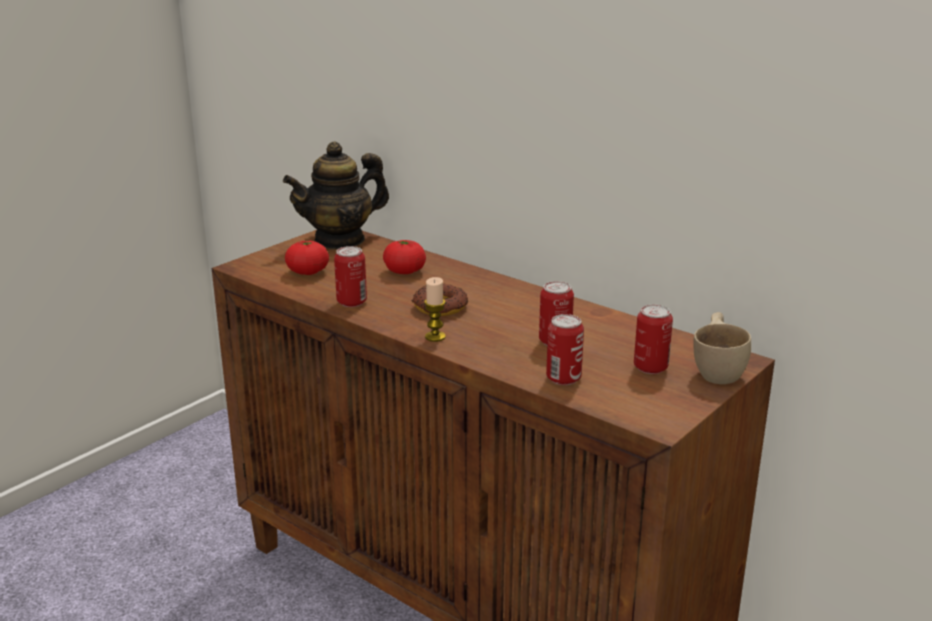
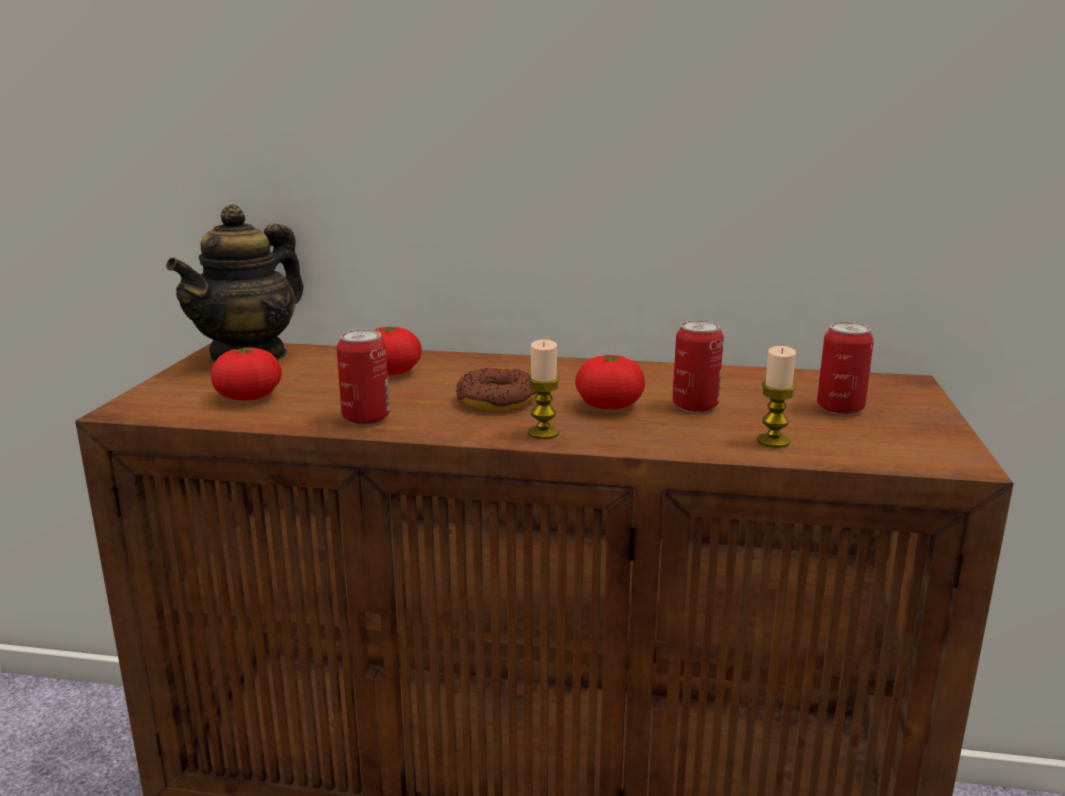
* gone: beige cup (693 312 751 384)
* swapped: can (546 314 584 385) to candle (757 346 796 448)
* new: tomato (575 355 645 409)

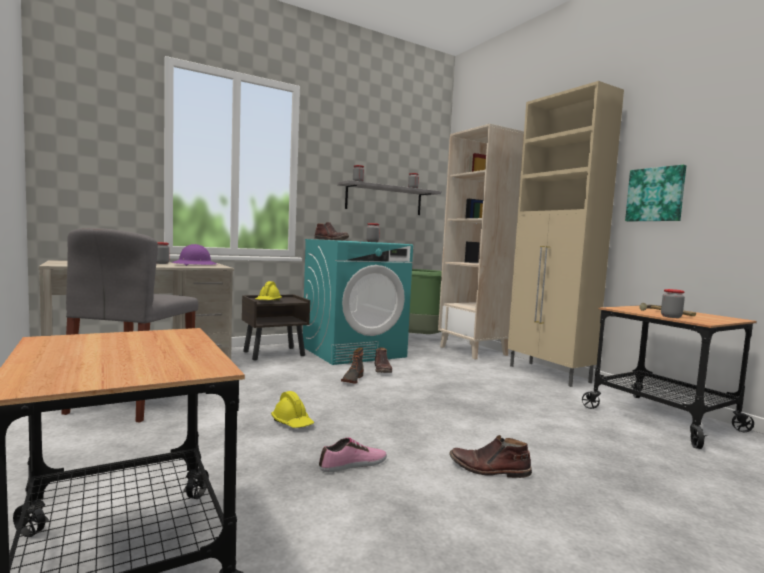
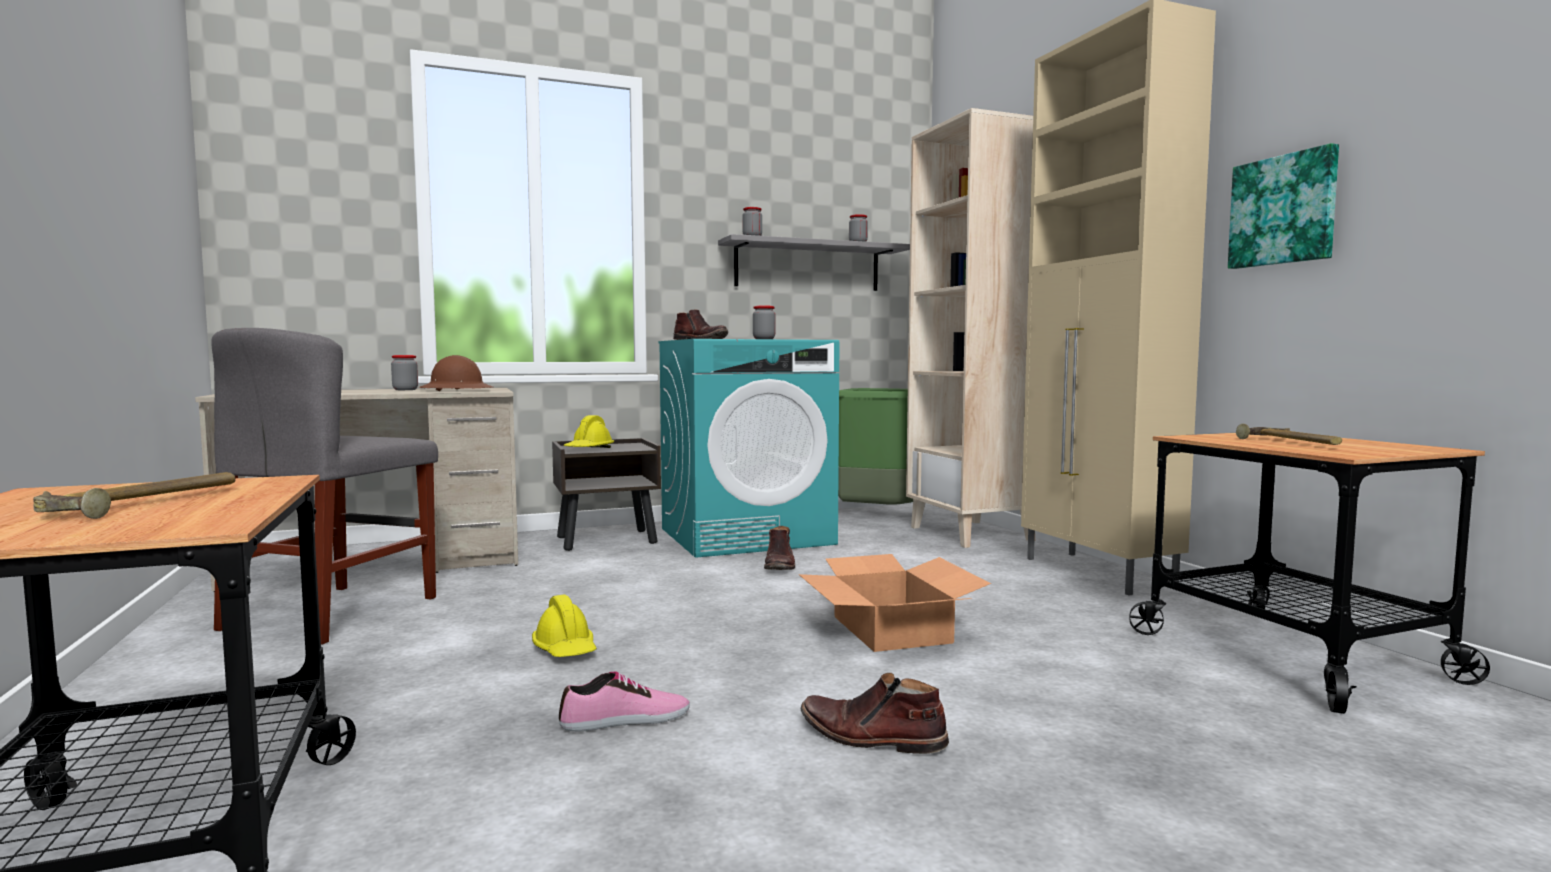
* repainted: purple hard hat (172 244 217 266) to brown hard hat (419 355 493 391)
* gone: jar (661 289 685 318)
* gone: boot (341 348 363 384)
* new: hammer (33 472 235 519)
* new: cardboard box (799 554 991 652)

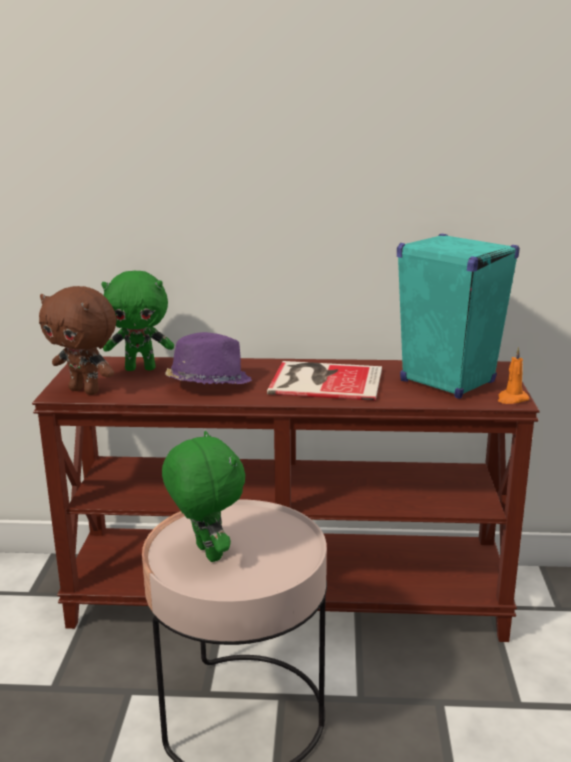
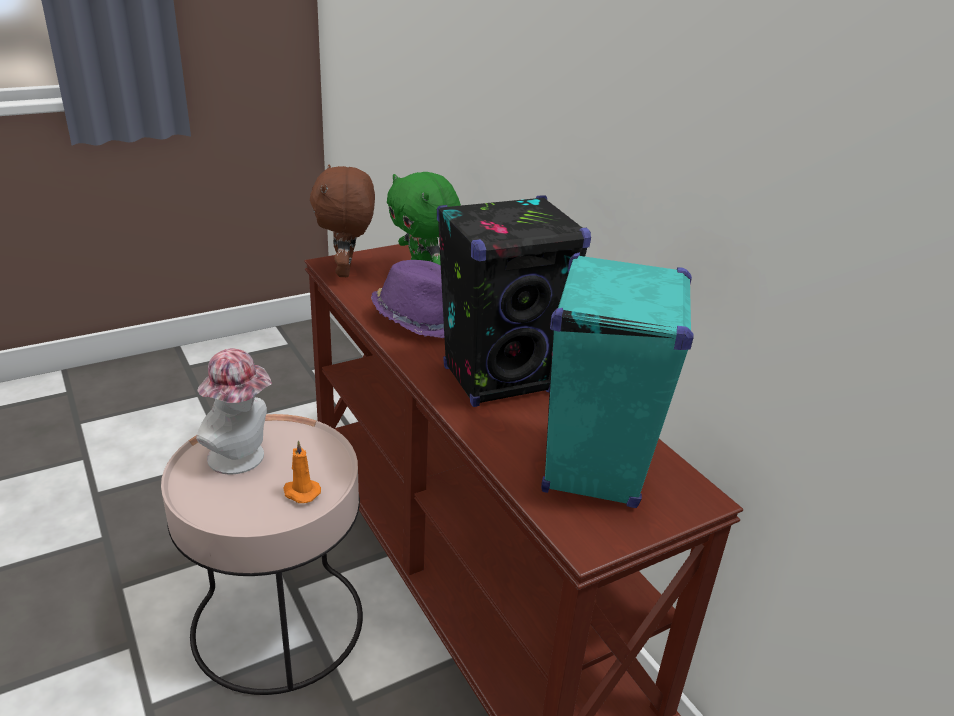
* shifted: orange candle (498 347 530 404) to (284 441 321 503)
* swapped: book (267 361 382 401) to black speaker (437 195 591 407)
* swapped: green plush toy (162 431 245 562) to hat (196 349 272 474)

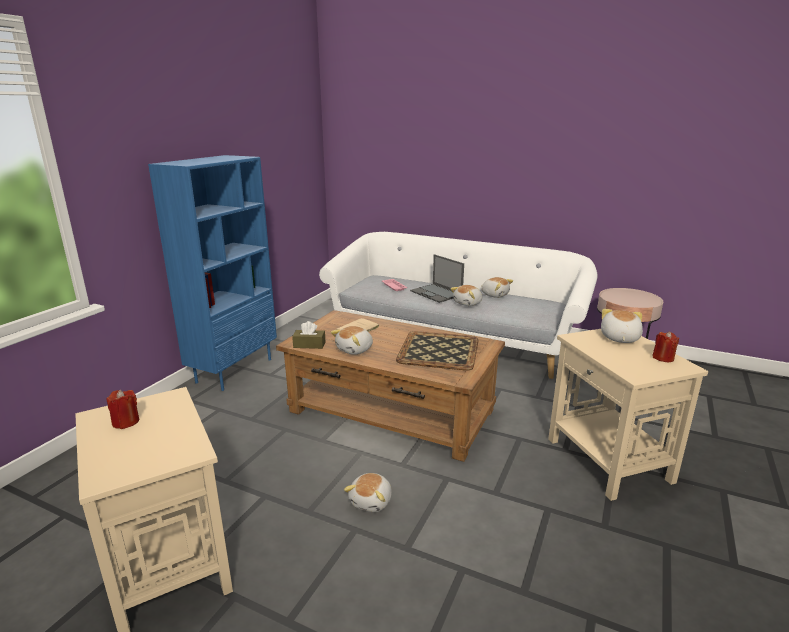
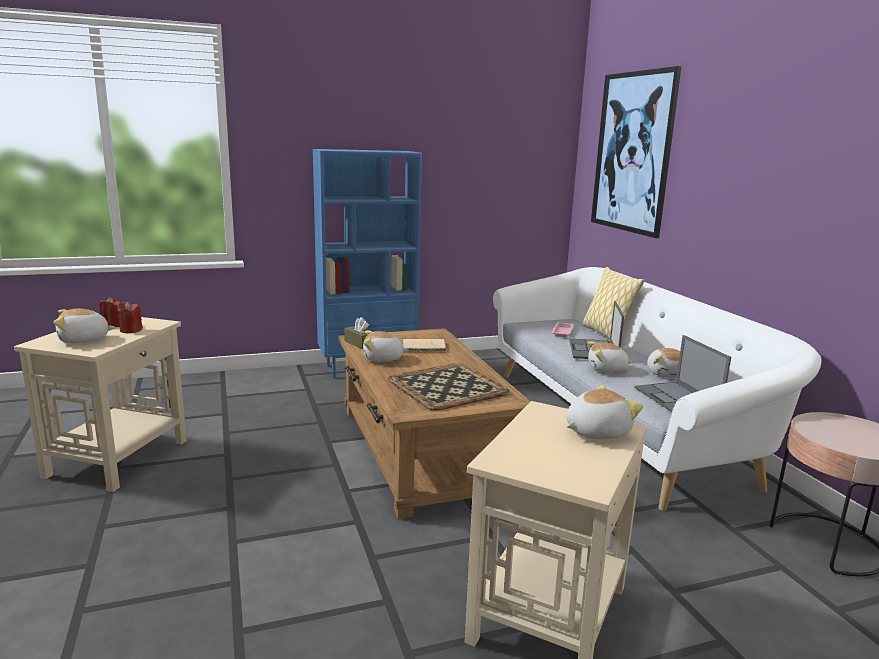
* shifted: red candle (652 332 679 362) to (117 302 143 333)
* shifted: plush toy (344 473 392 512) to (53 309 116 343)
* new: picture (591 66 681 238)
* new: pillow (582 267 644 339)
* new: laptop (634 335 731 412)

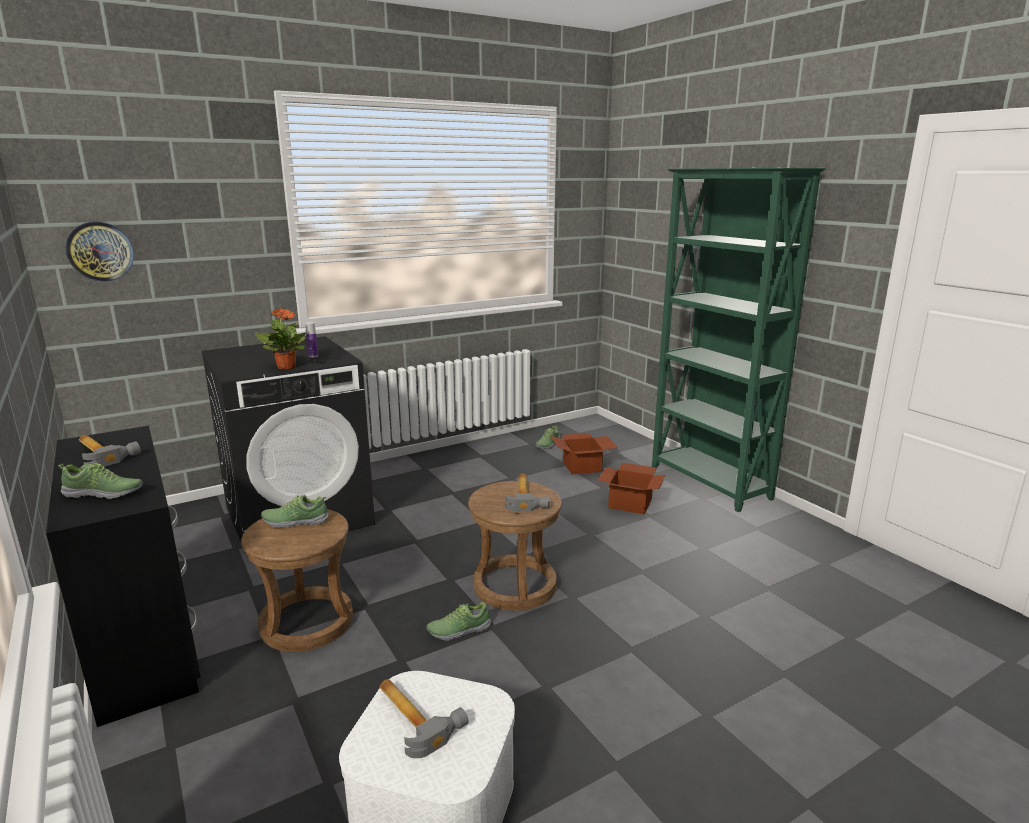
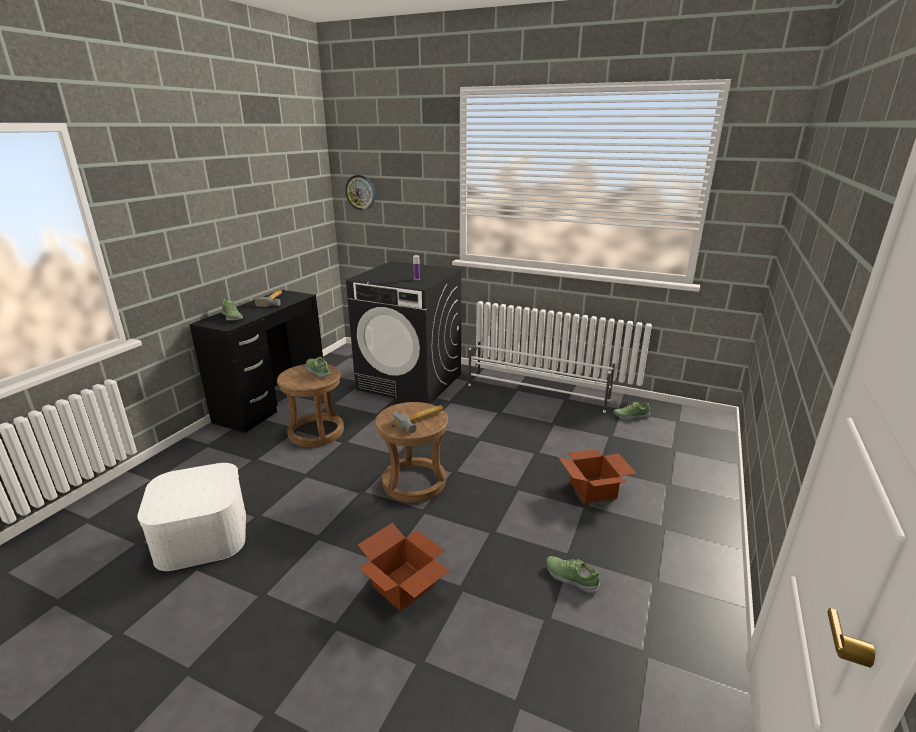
* gone: green bookcase (652 168 826 512)
* gone: potted plant (254 308 306 369)
* shifted: cardboard box (551 433 618 474) to (358 523 450 611)
* shifted: shoe (427 602 491 641) to (546 556 601 593)
* gone: hammer (380 679 469 758)
* new: white shoe rack (468 339 615 413)

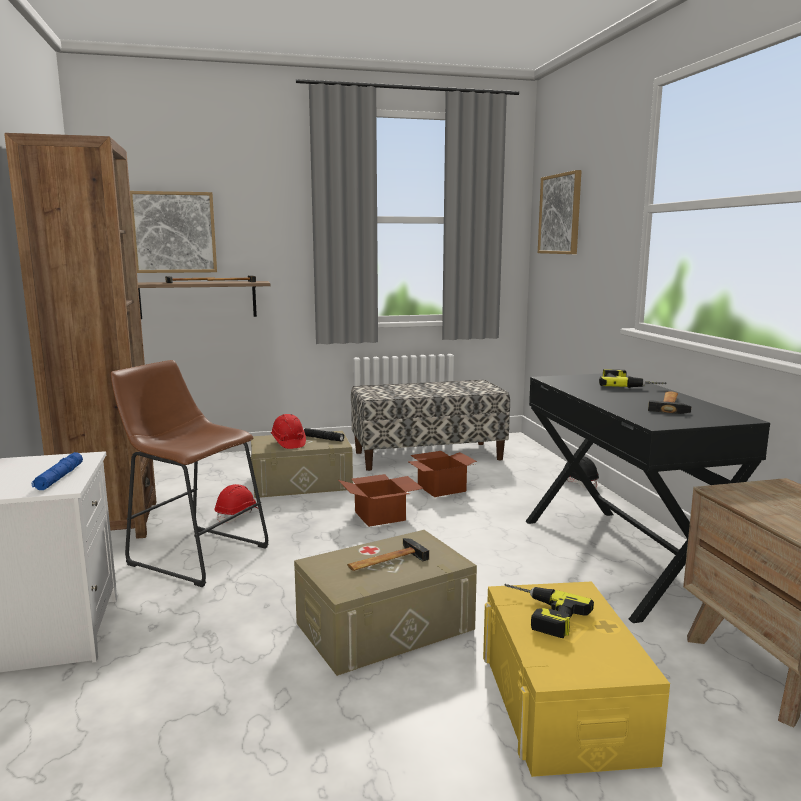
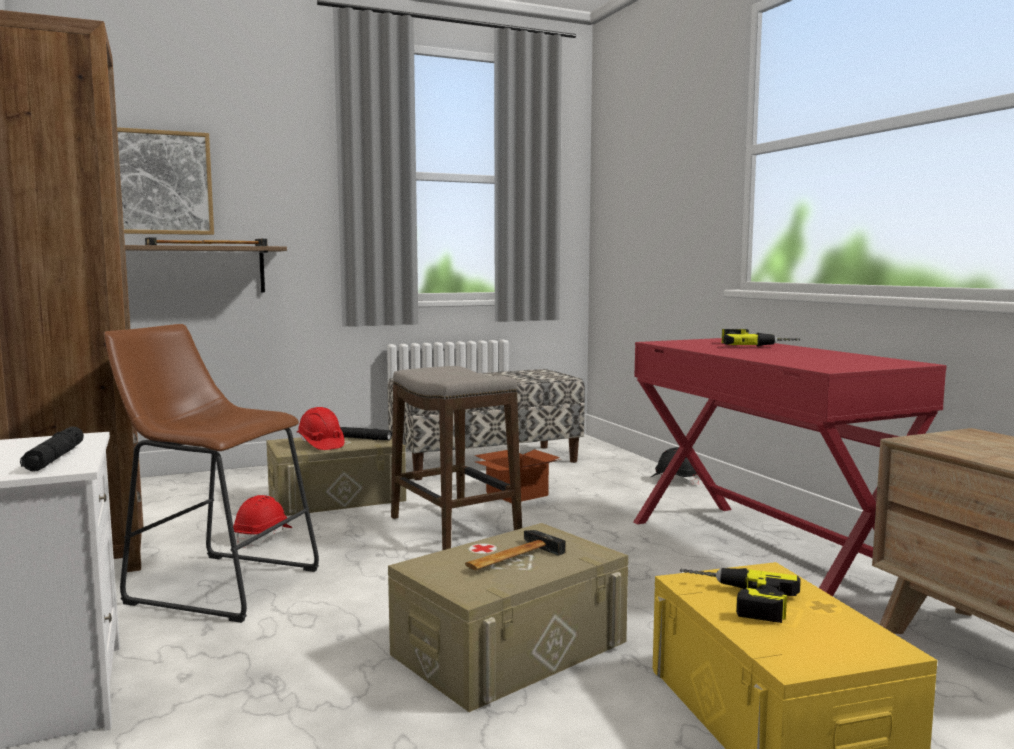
* gone: picture (538 170 582 254)
* repainted: black desk (525 373 770 623) to red desk (633 338 947 596)
* gone: hammer (648 391 692 414)
* repainted: blue flashlight (32 452 83 490) to black flashlight (20 426 84 471)
* swapped: cardboard box (338 474 424 527) to stool (391 366 522 550)

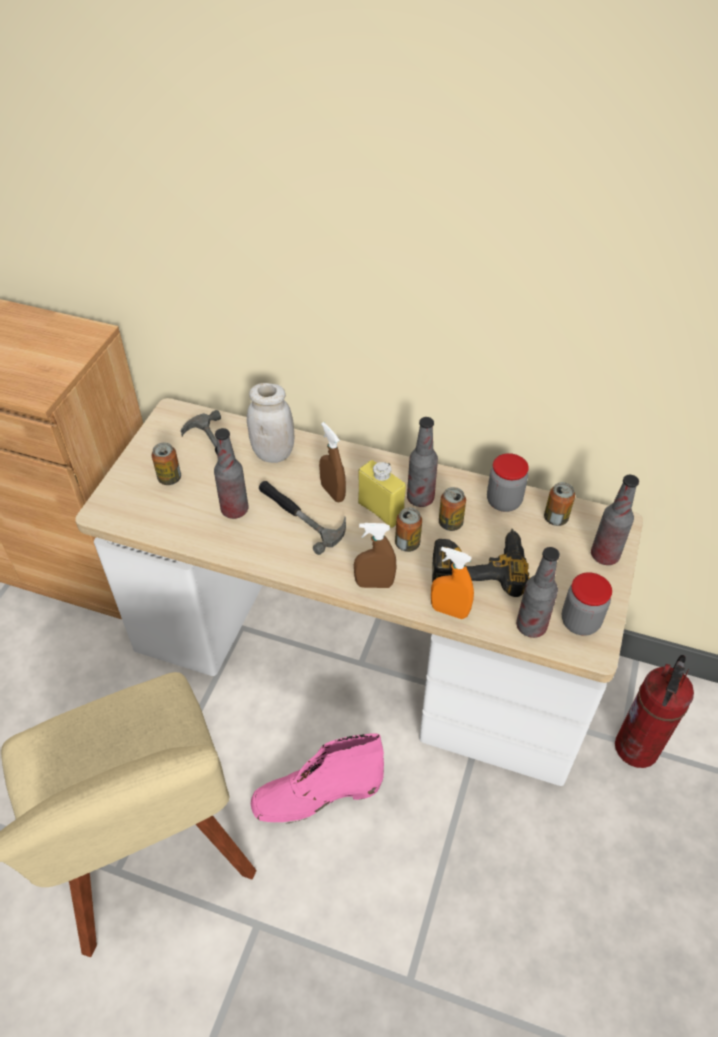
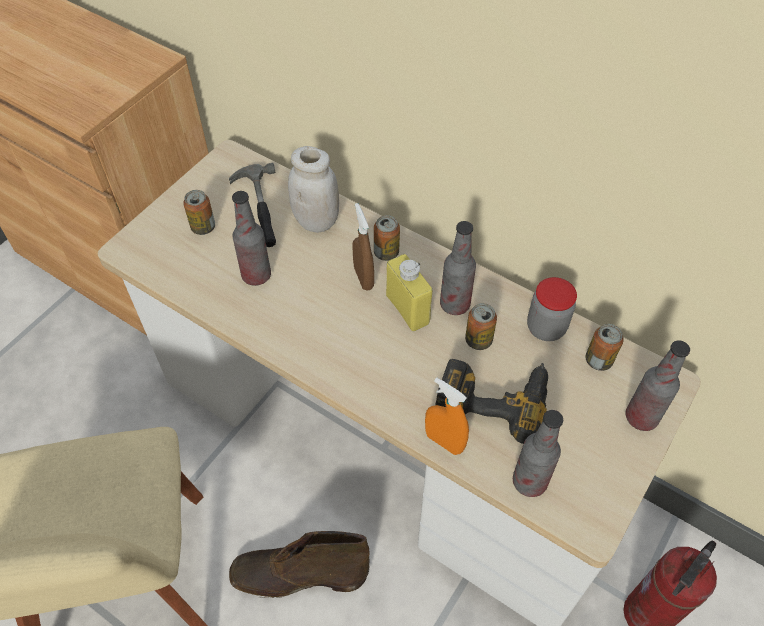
* gone: hammer (259 481 346 555)
* shifted: can (395 508 422 552) to (374 215 400 261)
* gone: brown spray bottle (354 523 396 588)
* gone: jar (562 572 612 636)
* repainted: pink boot (251 733 384 824) to brown boot (229 531 370 598)

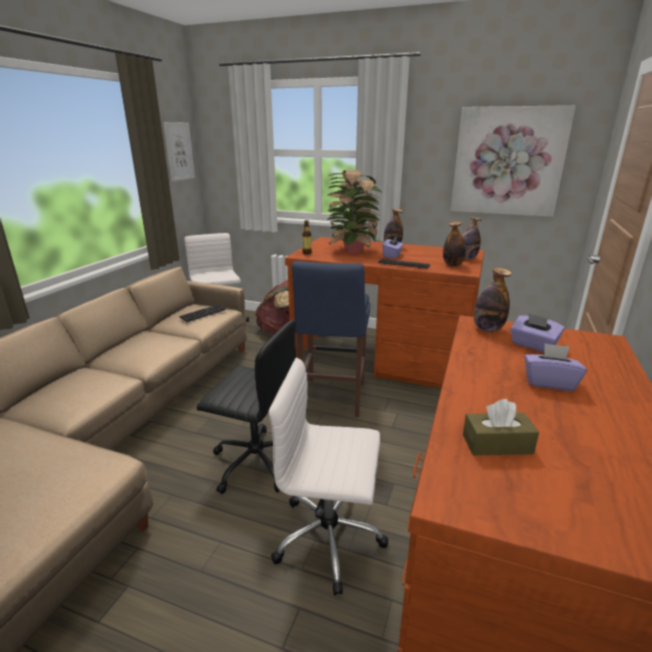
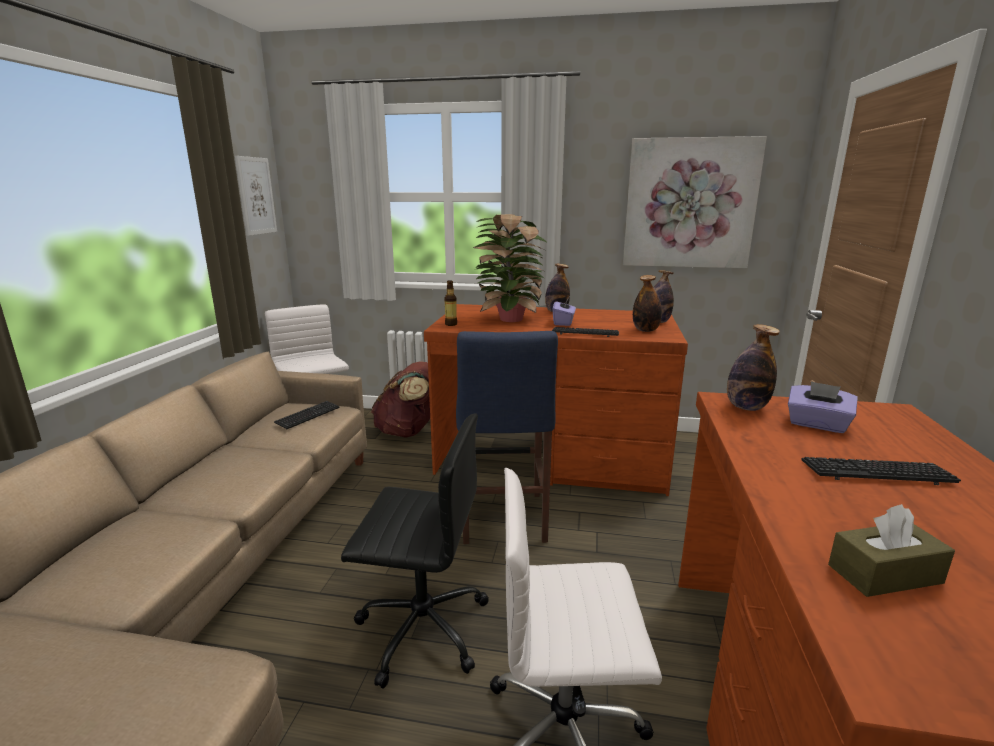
* swapped: purple tissue box (524 343 587 391) to keyboard (801 457 961 485)

